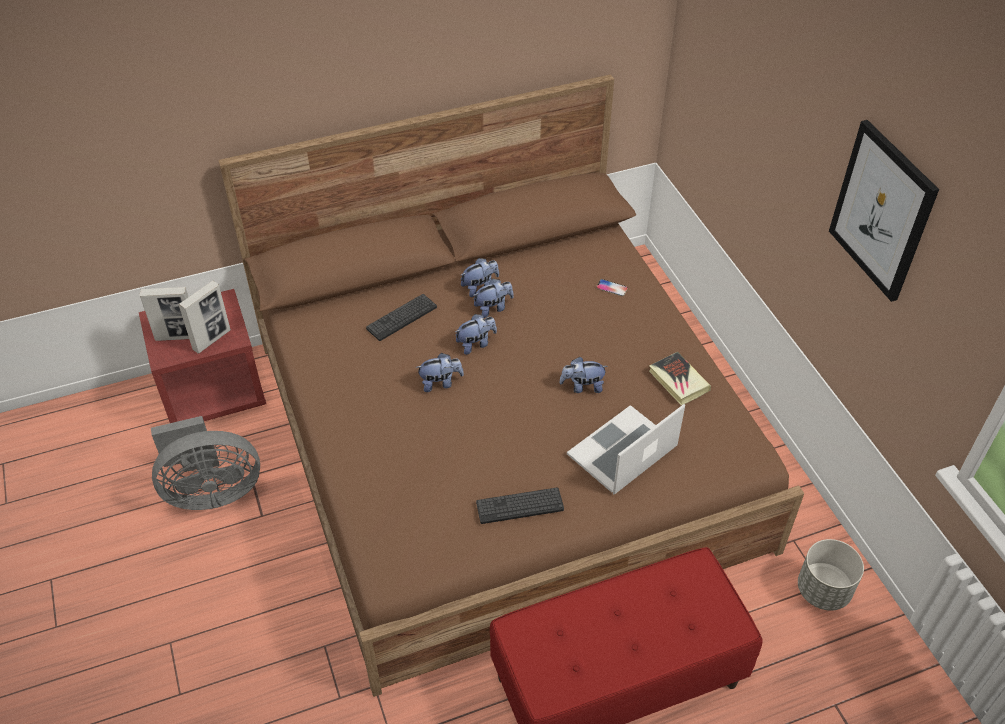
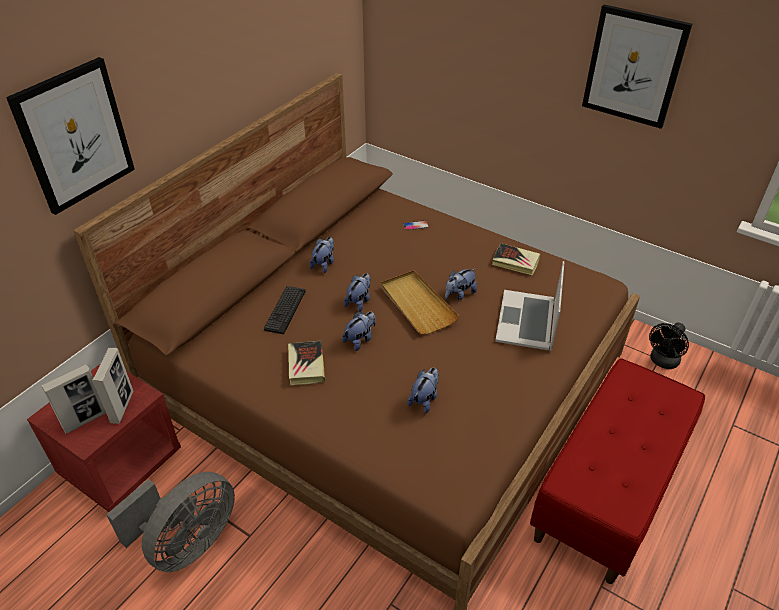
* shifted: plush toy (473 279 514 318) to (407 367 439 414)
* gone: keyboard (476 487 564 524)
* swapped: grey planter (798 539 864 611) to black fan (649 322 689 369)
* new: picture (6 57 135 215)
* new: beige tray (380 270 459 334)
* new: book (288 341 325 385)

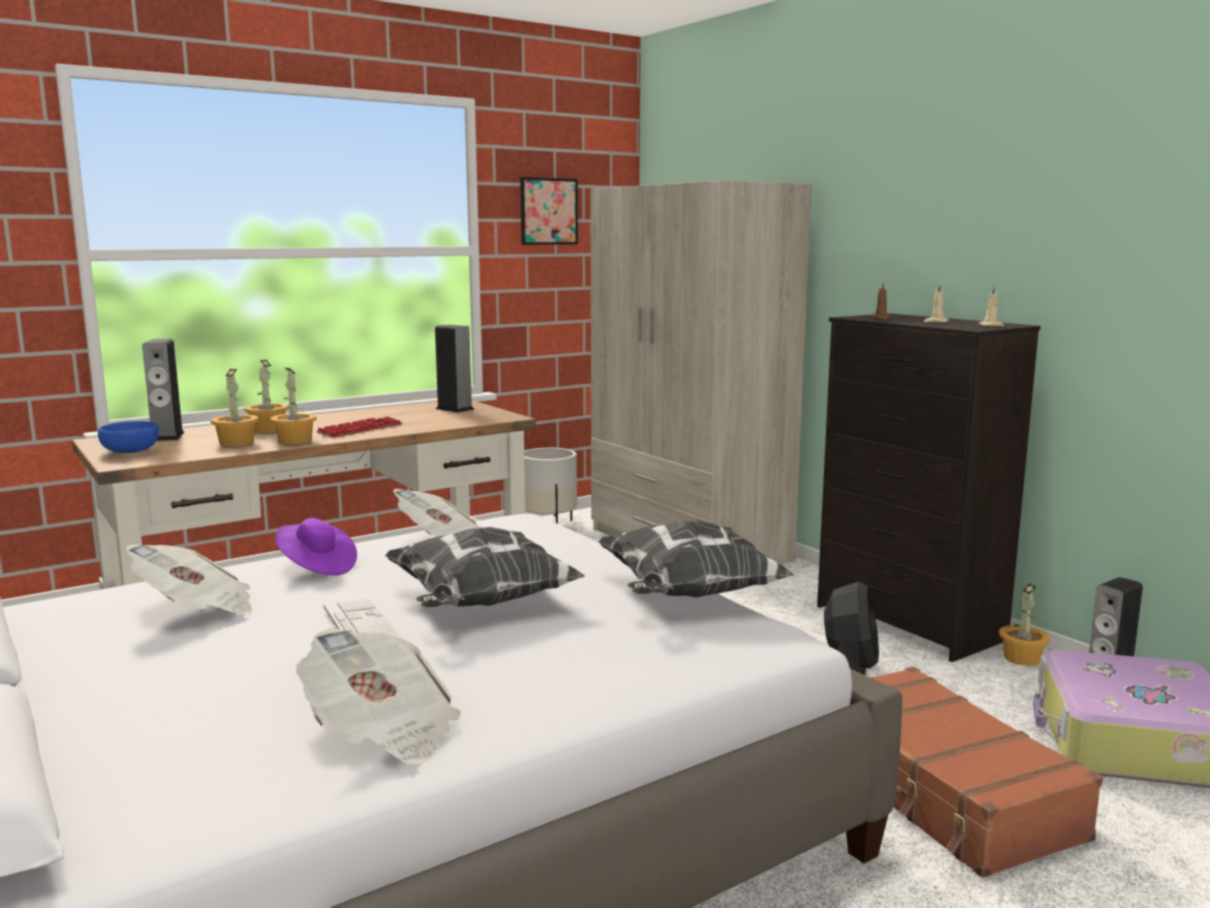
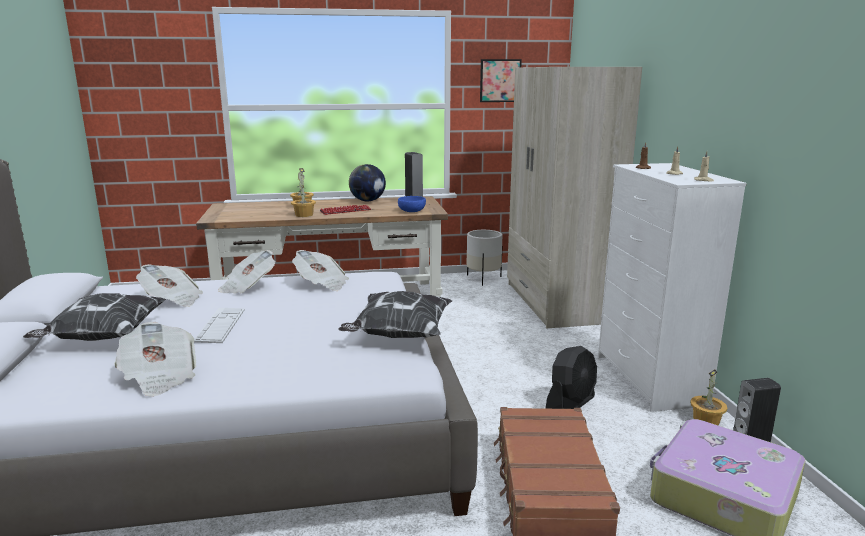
* repainted: black dresser (817 313 1041 662) to white dresser (598 163 747 412)
* gone: speaker (142 339 185 441)
* gone: potted plant (211 369 259 446)
* shifted: blue bowl (98 421 159 453) to (398 196 426 212)
* swapped: purple hat (275 518 357 576) to newspaper (218 250 275 294)
* shifted: pillow (385 527 585 608) to (23 293 166 341)
* new: globe (349 164 386 201)

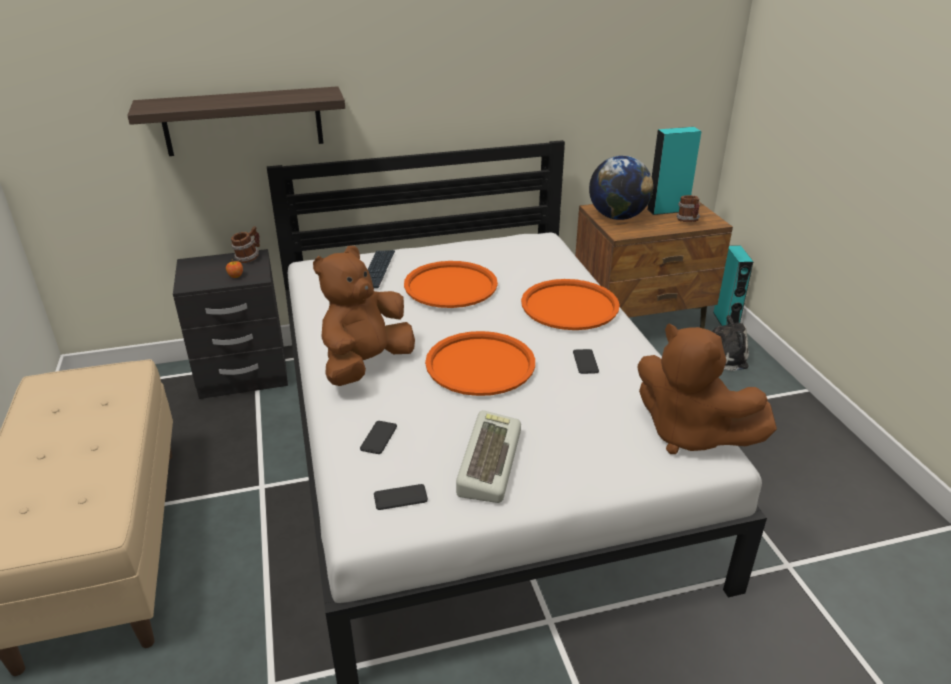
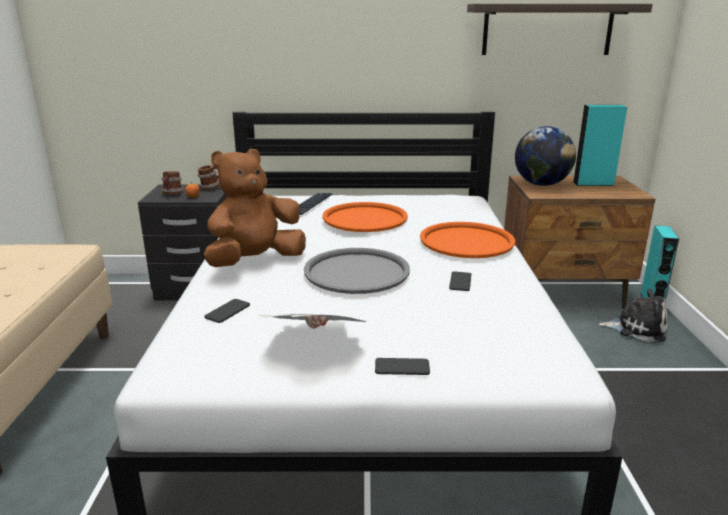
* shifted: shelf (127 86 345 156) to (467 4 653 55)
* shifted: mug (676 195 700 222) to (161 171 183 194)
* gone: brown plush toy (638 323 777 454)
* repainted: orange tray (425 331 535 396) to grey tray (304 248 410 294)
* swapped: keyboard (456 410 521 503) to newspaper (259 314 366 329)
* shifted: phone (374 484 428 510) to (375 358 430 375)

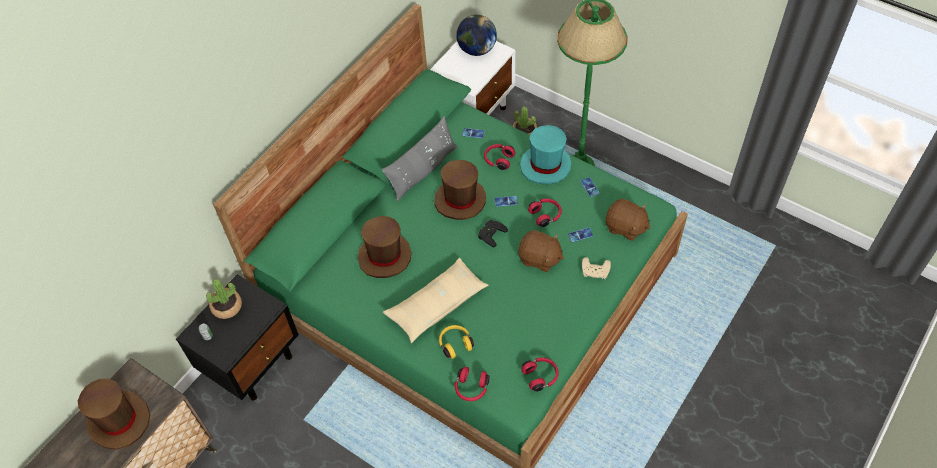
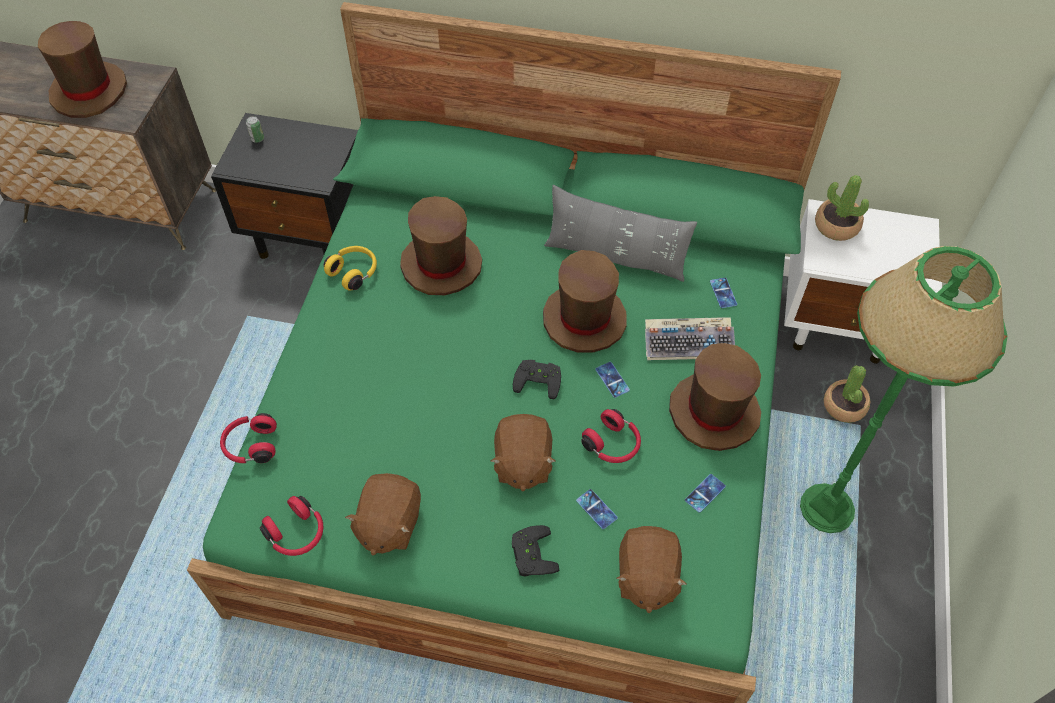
* gone: globe (456 15 497 56)
* repainted: turquoise hat (520 125 571 185) to brown hat (669 343 761 451)
* swapped: red headphones (484 144 515 170) to keyboard (645 317 735 360)
* repainted: beige game controller (582 257 611 279) to black game controller (512 525 559 577)
* gone: beige pillow (383 258 489 343)
* shifted: potted plant (206 279 242 319) to (815 175 869 241)
* shifted: yellow headphones (439 325 474 359) to (324 246 377 291)
* new: brown plush toy (345 473 421 555)

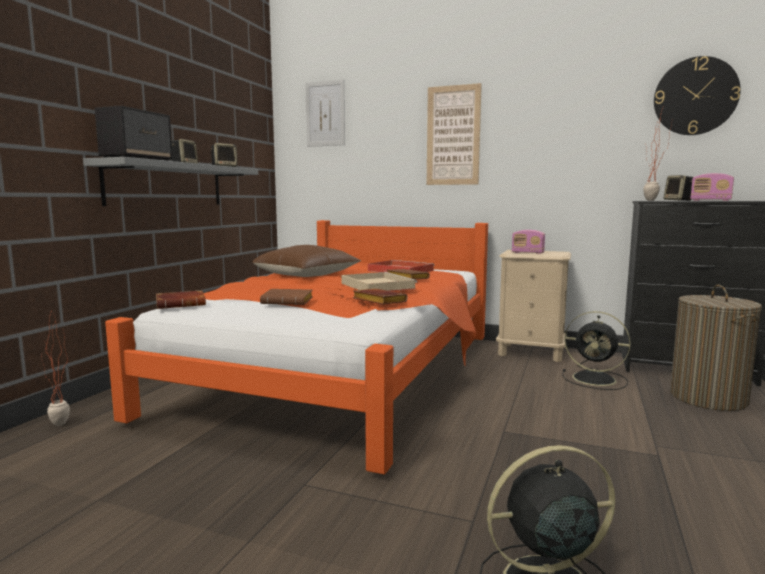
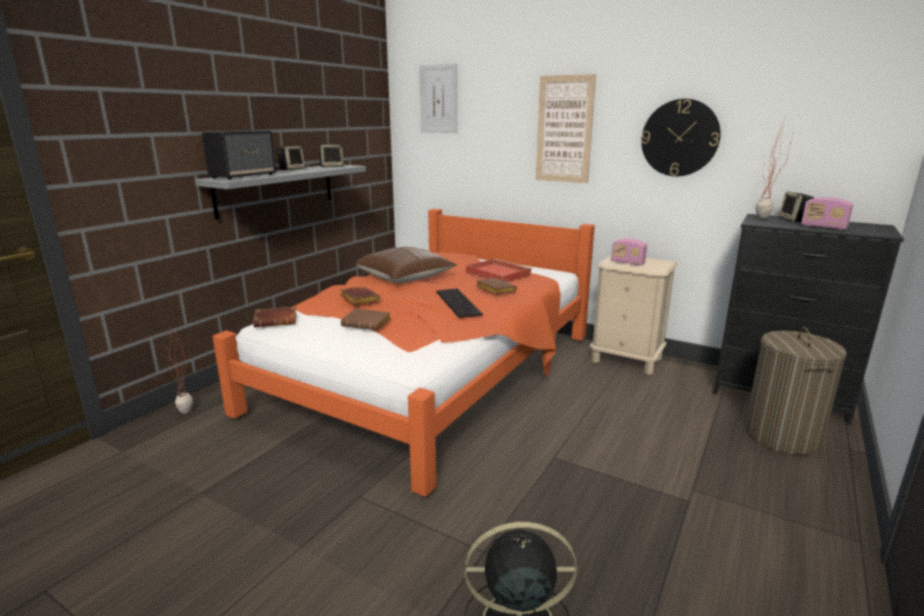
* shifted: wall clock (654 56 741 135) to (641 99 721 176)
* swapped: beige tray (341 272 417 291) to keyboard (436 288 483 318)
* shifted: brown book (353 289 408 305) to (340 286 380 305)
* gone: black fan (562 311 631 390)

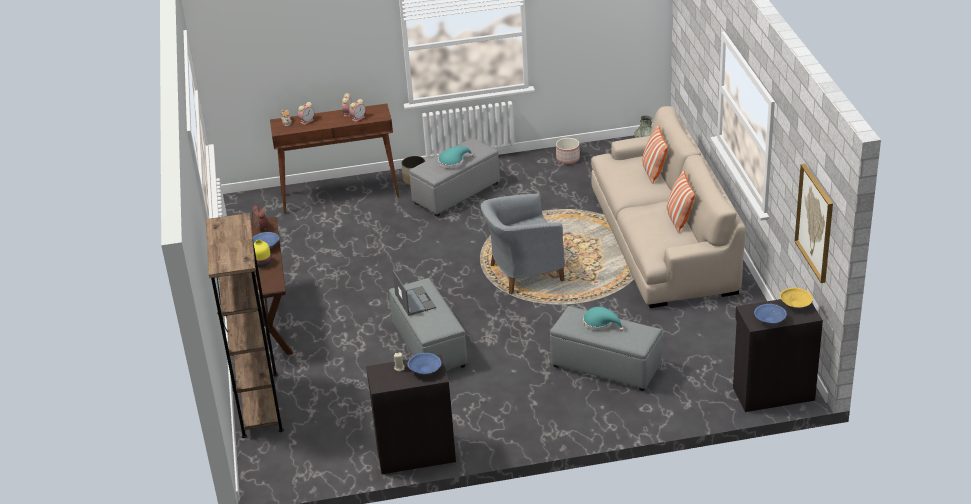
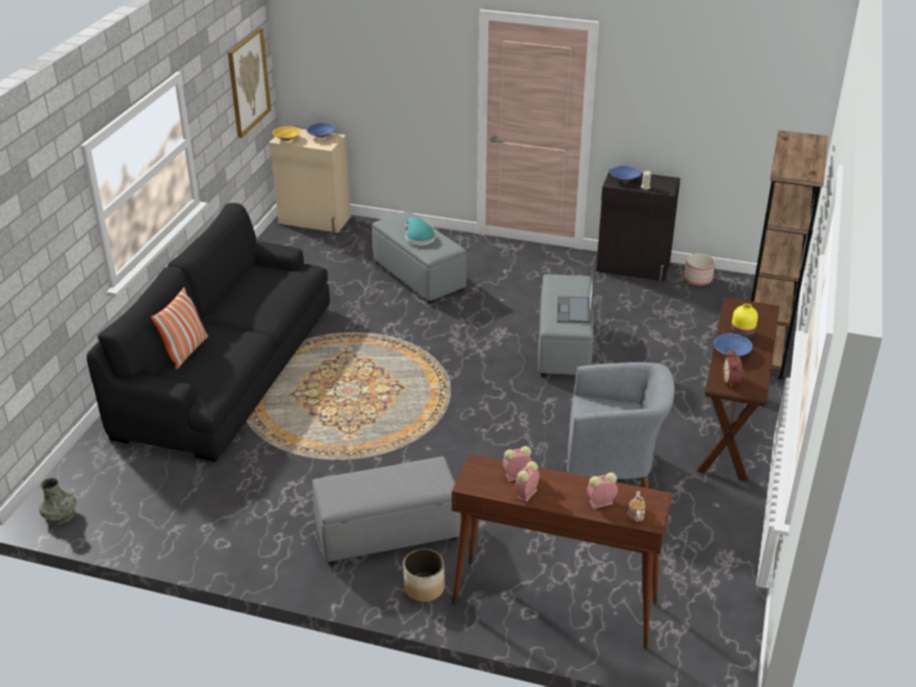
* repainted: beige sofa (591 106 746 308) to black sofa (87 203 330 462)
* shifted: planter (556 138 580 164) to (684 254 715 286)
* gone: turquoise hat (438 146 473 169)
* gone: pillow (667 170 695 232)
* shifted: grey armchair (481 194 565 295) to (567 362 675 489)
* repainted: black cabinet (733 299 823 412) to beige cabinet (269 129 351 233)

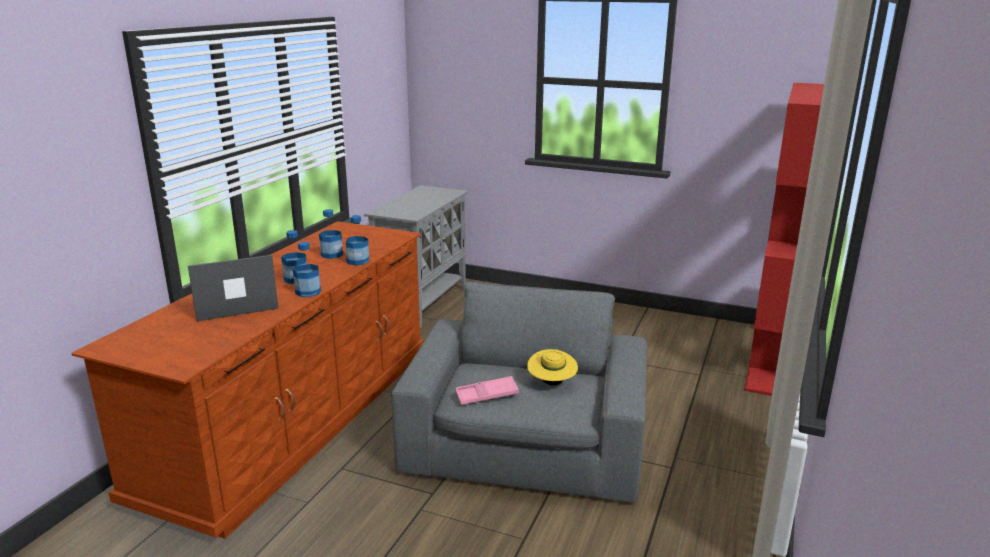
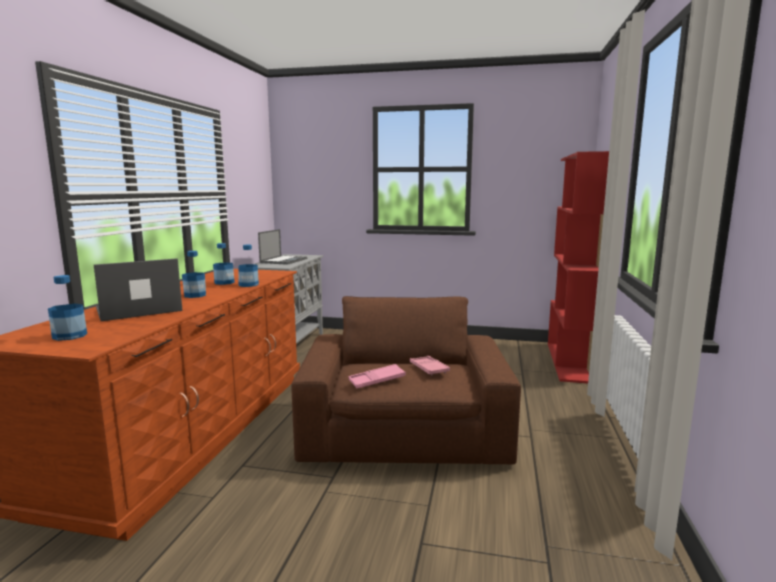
* shifted: bottle (293 242 321 297) to (48 275 87 341)
* repainted: grey armchair (391 281 647 502) to brown armchair (291 296 521 464)
* swapped: yellow hat (527 349 578 385) to pink tray (410 356 450 376)
* new: laptop (258 229 307 265)

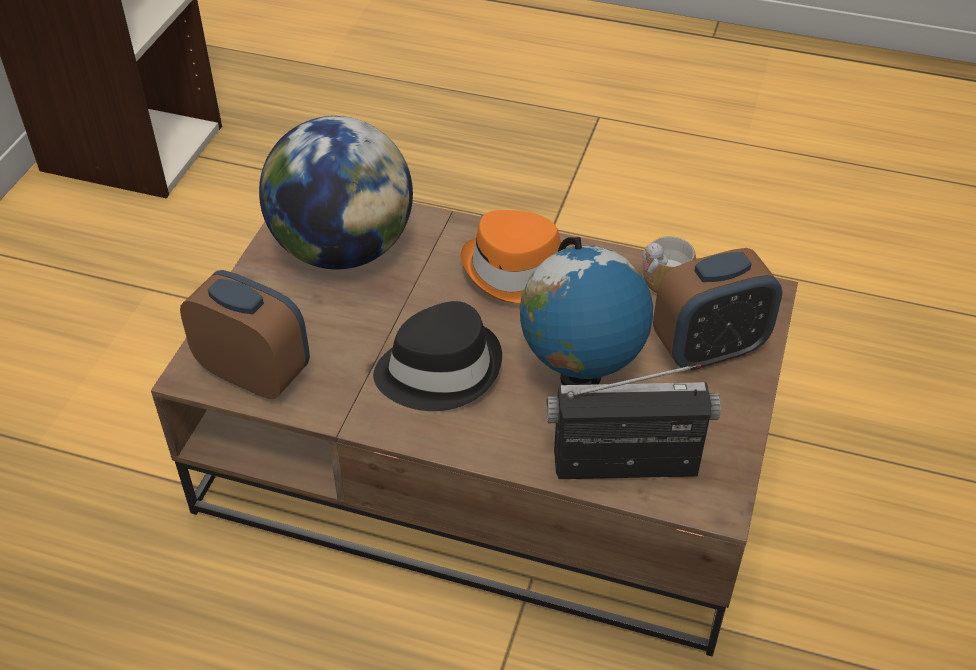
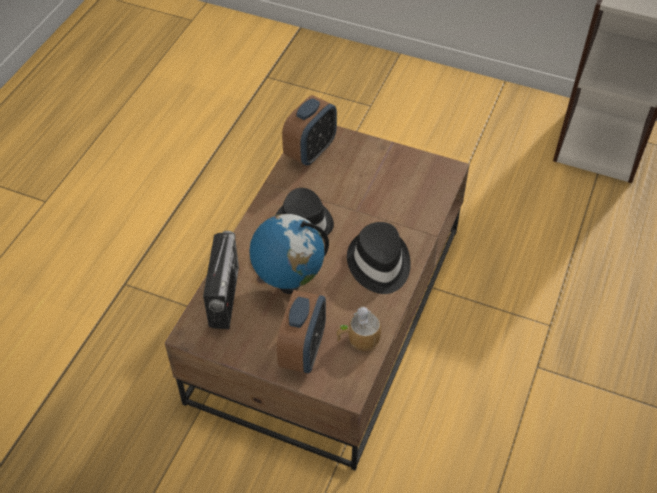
* gone: globe (259 116 413 269)
* repainted: orange hat (461 210 566 303) to black hat (347 222 411 294)
* rotated: alarm clock (653 248 782 371) = (277 290 326 373) 150 degrees counterclockwise

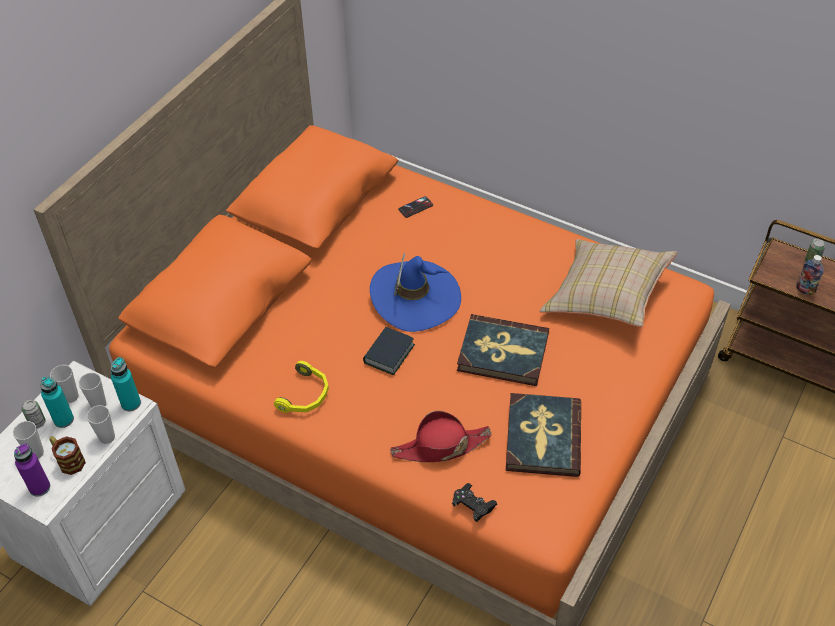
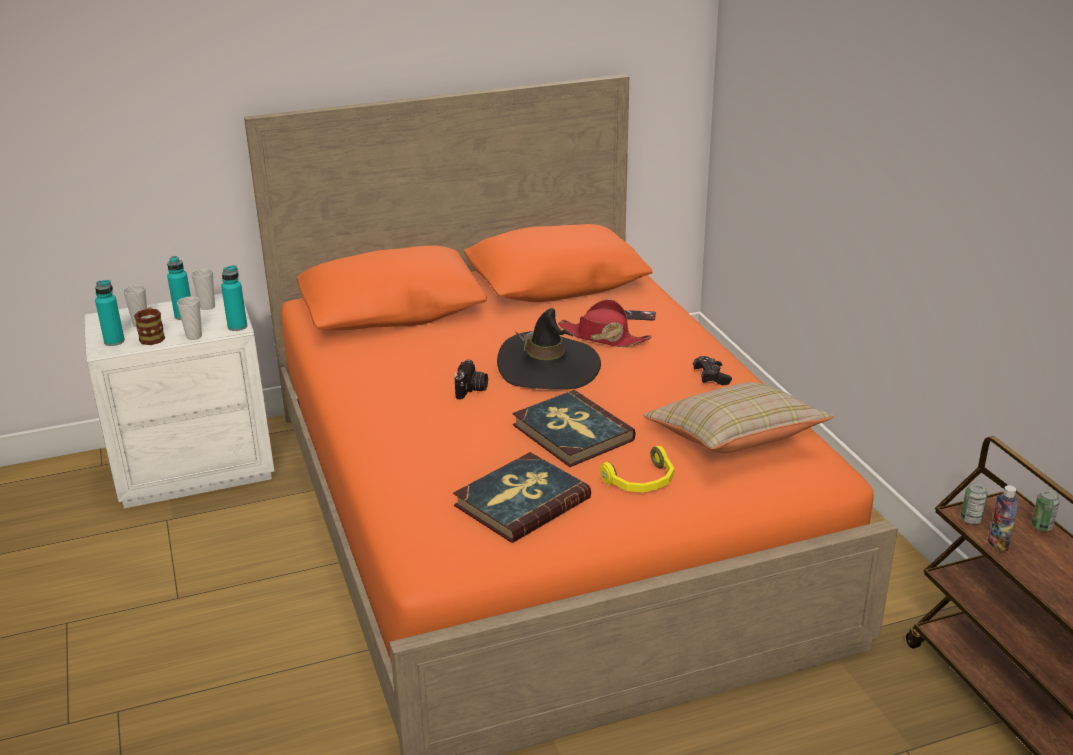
* repainted: blue hat (370 253 461 332) to black hat (497 308 601 390)
* swapped: book (363 327 415 375) to photo camera (455 359 488 400)
* shifted: yellow headphones (274 361 329 413) to (600 446 674 492)
* gone: cup (79 373 107 408)
* shifted: can (22 399 46 428) to (961 483 988 524)
* shifted: red hat (390 411 492 462) to (558 300 652 347)
* repainted: purple bottle (14 443 50 496) to turquoise bottle (95 280 125 346)
* shifted: black game controller (452 483 497 522) to (693 356 732 386)

